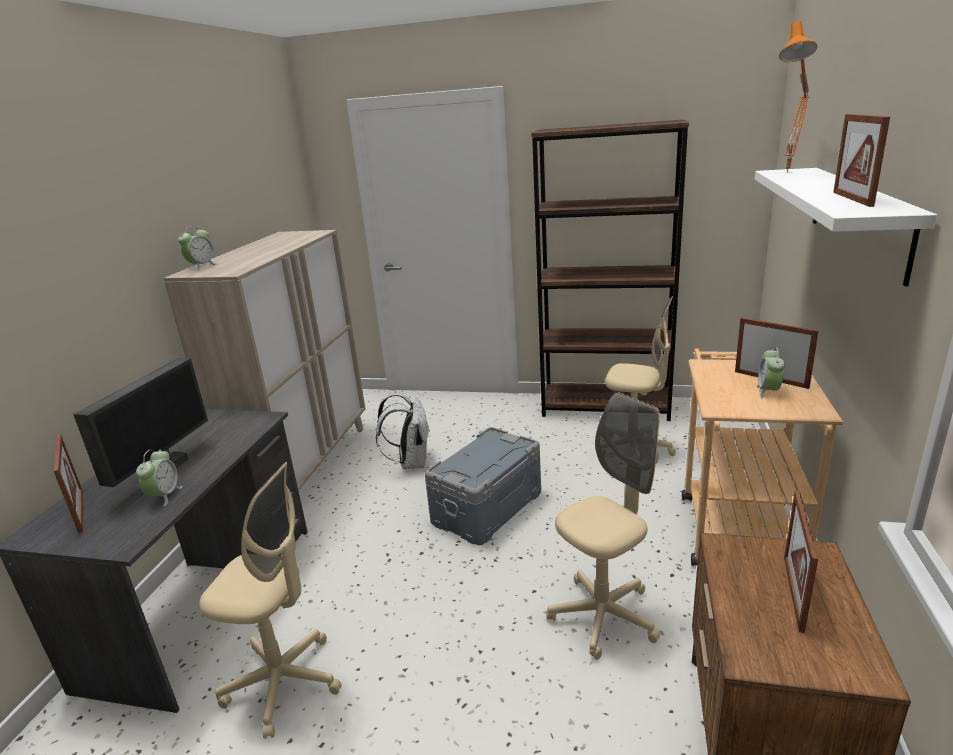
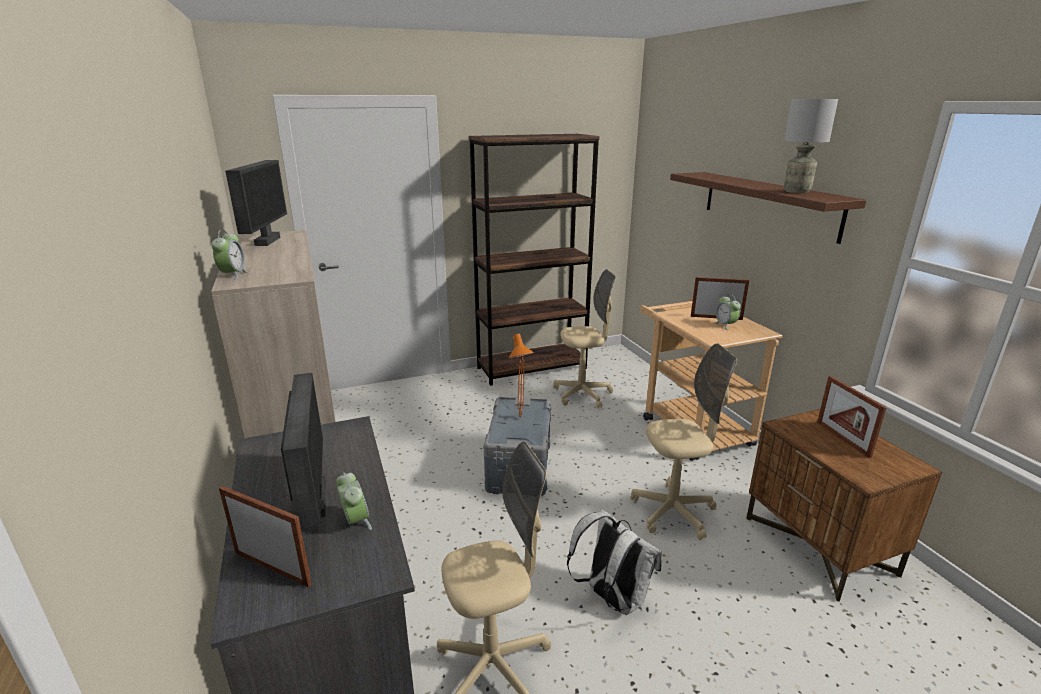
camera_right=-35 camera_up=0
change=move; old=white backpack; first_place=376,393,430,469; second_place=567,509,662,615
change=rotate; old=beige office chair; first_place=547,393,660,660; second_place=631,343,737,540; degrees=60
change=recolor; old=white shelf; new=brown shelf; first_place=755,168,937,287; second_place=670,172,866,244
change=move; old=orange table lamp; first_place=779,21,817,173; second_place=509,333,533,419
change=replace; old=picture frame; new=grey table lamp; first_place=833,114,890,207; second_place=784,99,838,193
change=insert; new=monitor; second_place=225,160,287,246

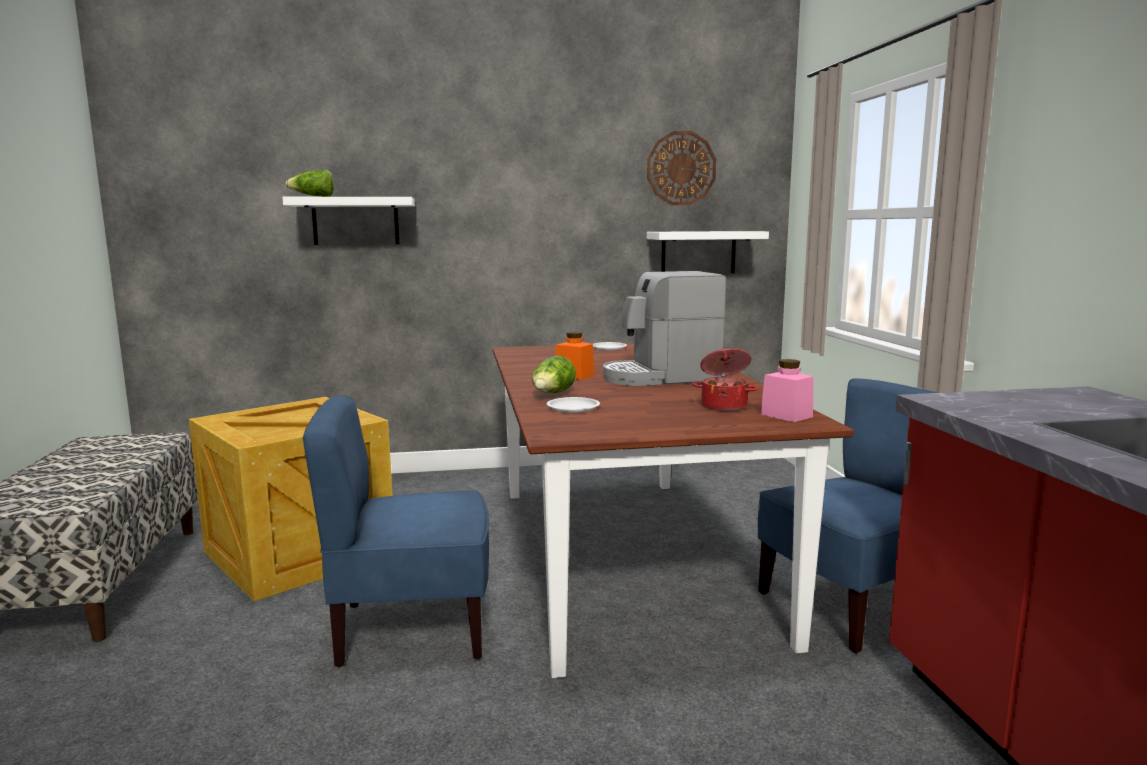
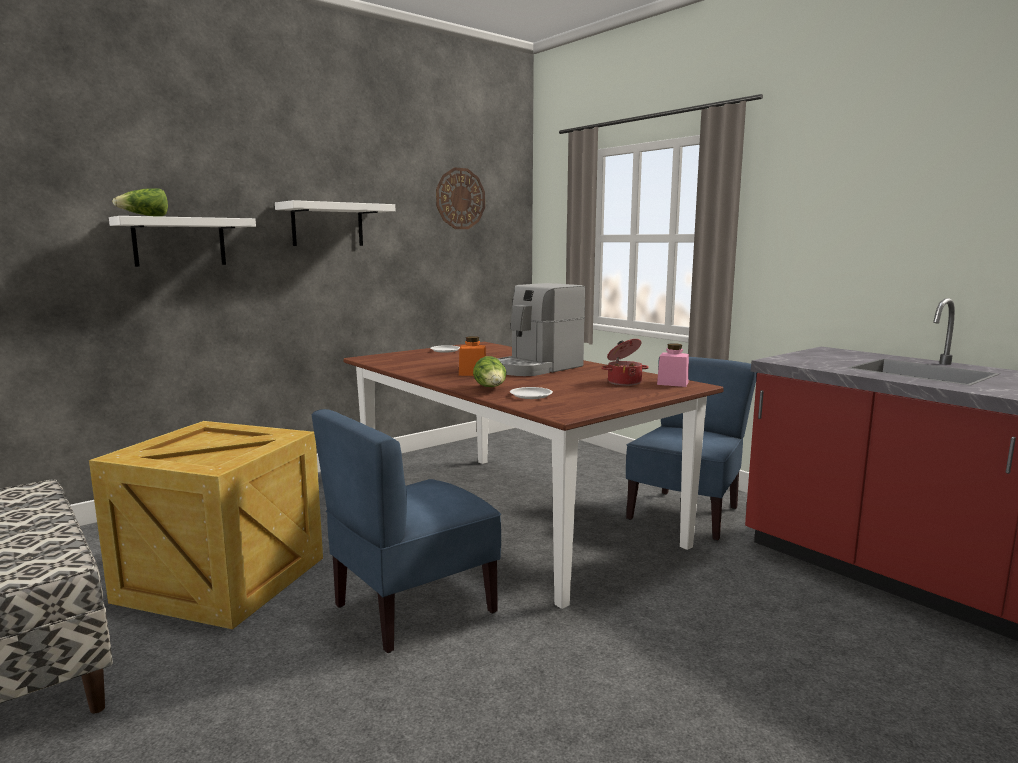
camera_right=-30 camera_up=0
change=move; old=white shelf; first_place=647,231,769,273; second_place=275,200,395,246

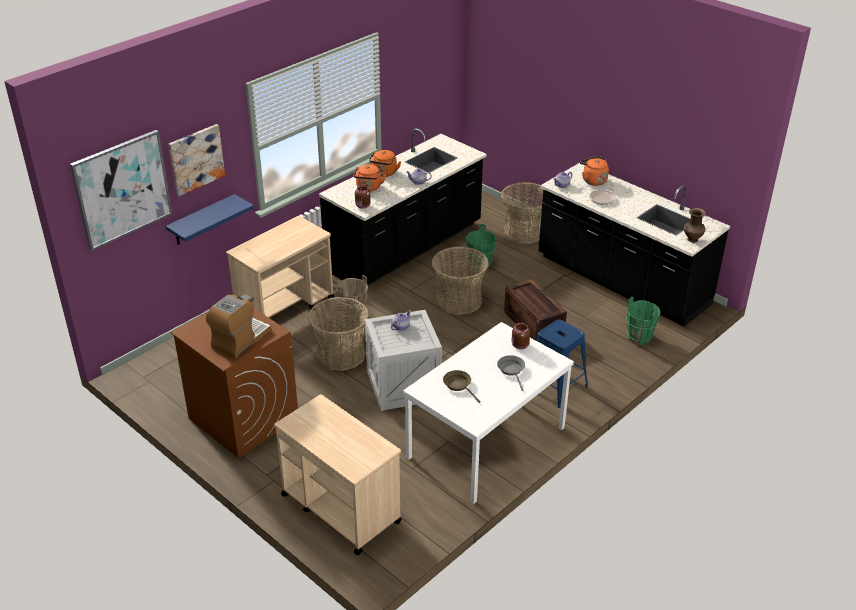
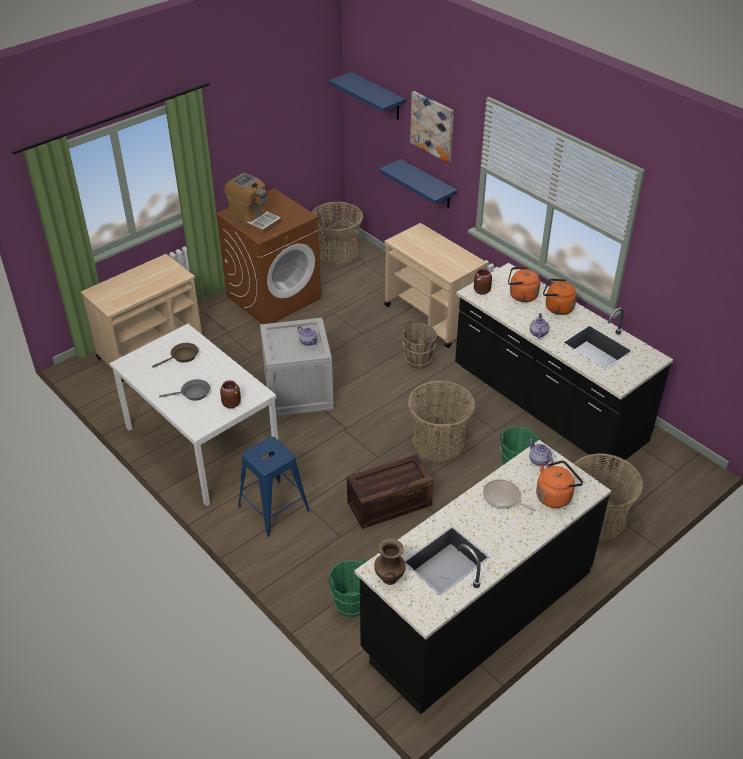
camera_right=95 camera_up=5
change=replace; old=picture; new=blue shelf; first_place=70,130,172,251; second_place=329,72,406,120
change=move; old=basket; first_place=308,297,369,371; second_place=312,202,363,266

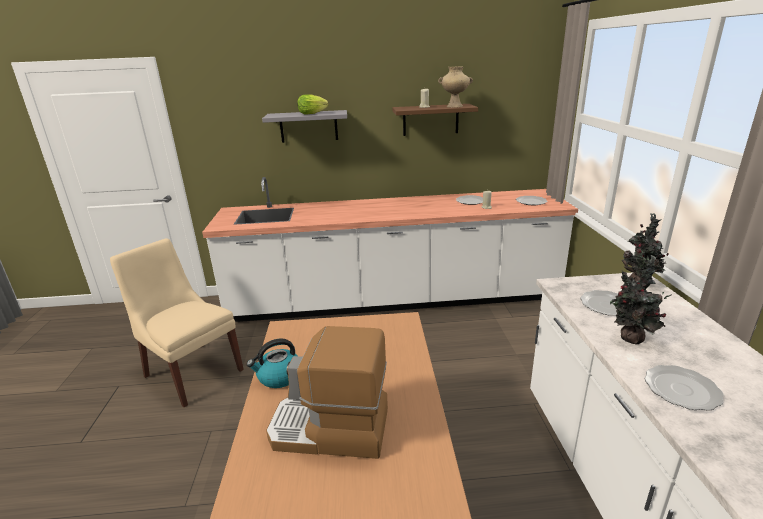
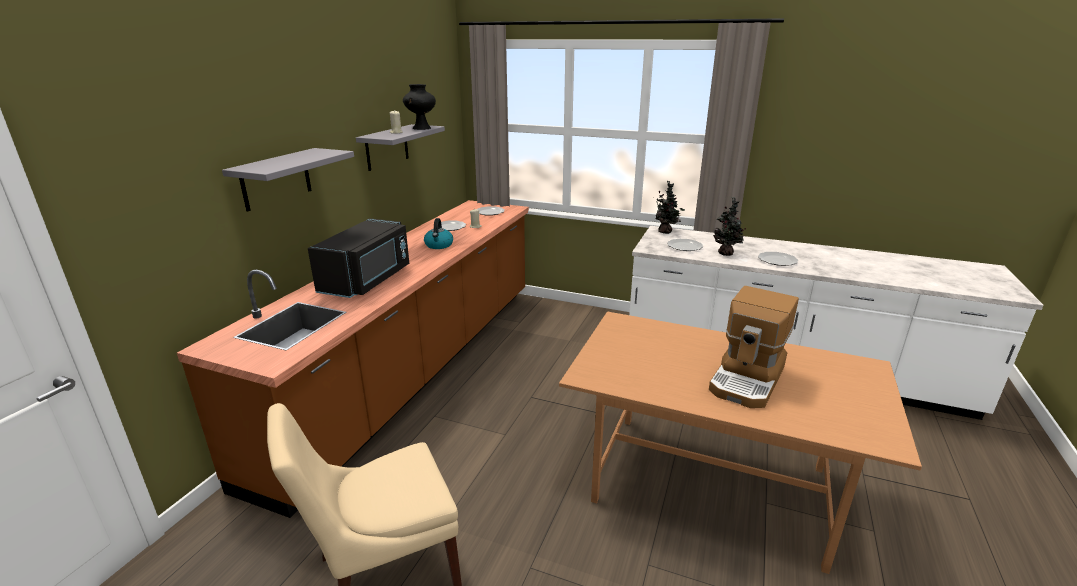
camera_right=-65 camera_up=0
change=recolor; old=white counter; new=brown counter; first_place=202,177,578,322; second_place=177,200,529,518
change=move; old=kettle; first_place=247,338,298,388; second_place=424,218,453,249
change=delete; old=lettuce; first_place=297,94,329,114
change=recolor; old=brown shelf; new=grey shelf; first_place=392,104,478,136; second_place=356,124,445,171
change=recolor; old=beige vase; new=black vase; first_place=438,67,473,108; second_place=403,84,436,130
change=insert; new=black microwave; second_place=308,218,409,298

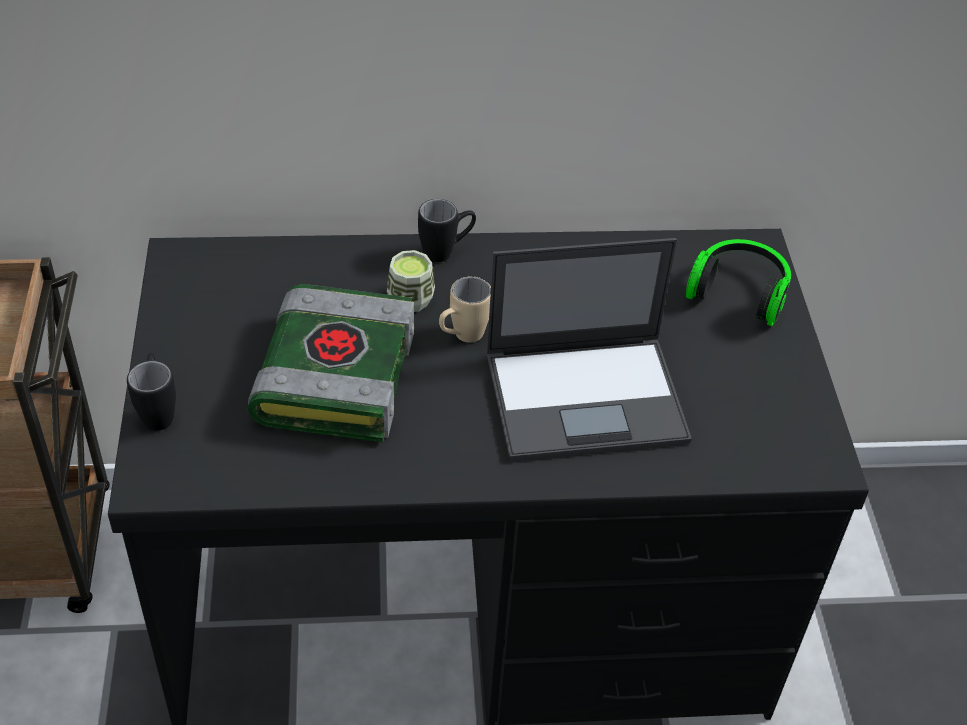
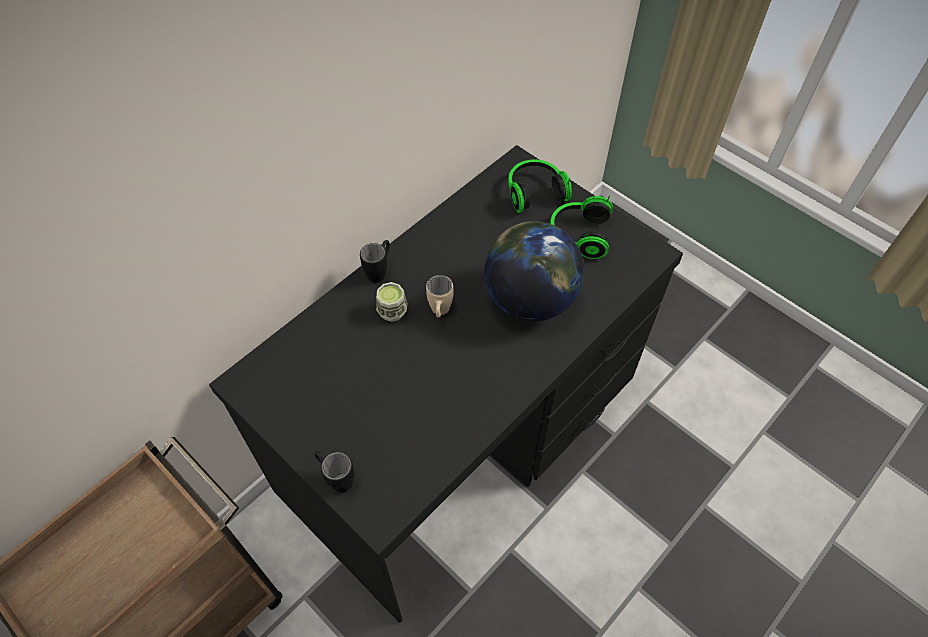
camera_right=-40 camera_up=10
change=delete; old=book; first_place=248,284,414,442
change=replace; old=laptop; new=globe; first_place=486,238,692,462; second_place=484,221,584,321
change=insert; new=headphones; second_place=550,195,613,259

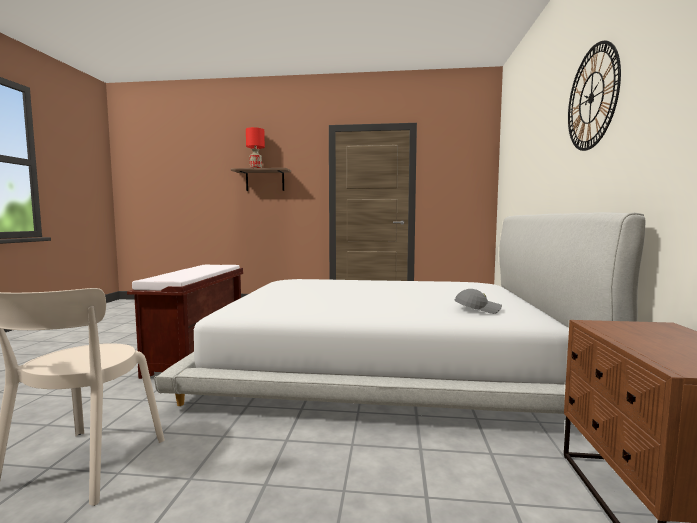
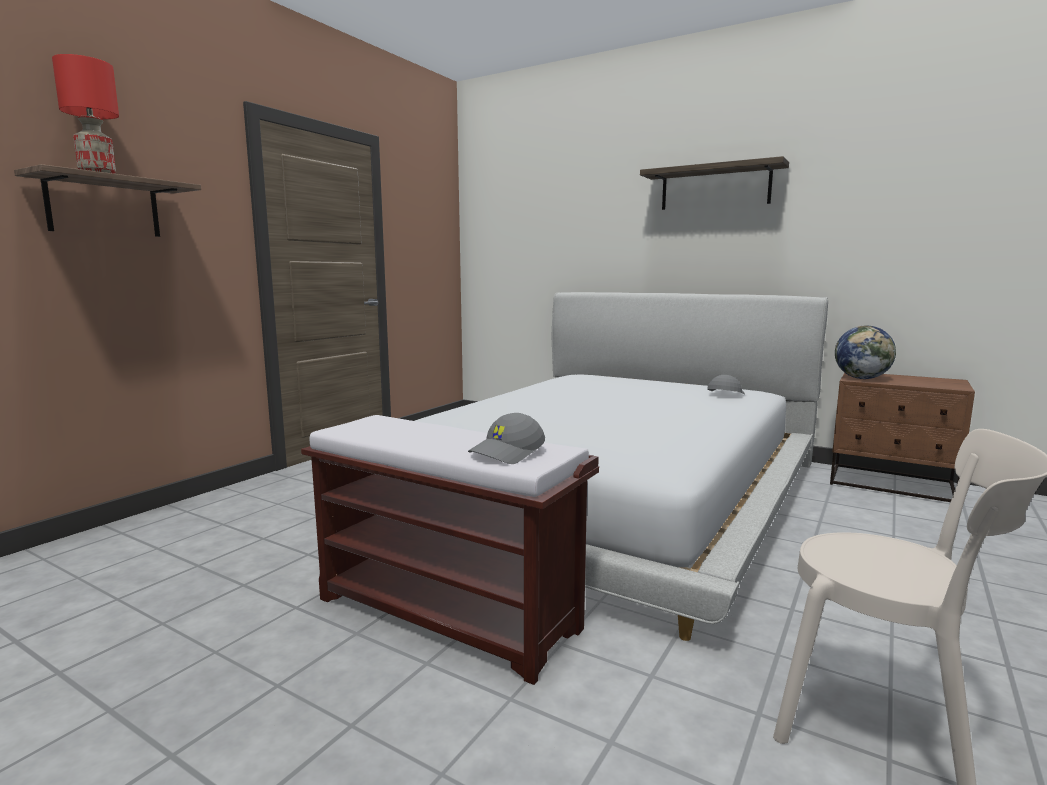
camera_right=-65 camera_up=5
change=replace; old=wall clock; new=shelf; first_place=568,41,621,151; second_place=640,156,789,210
change=insert; new=grey cap; second_place=468,413,545,464
change=insert; new=globe; second_place=835,325,896,379

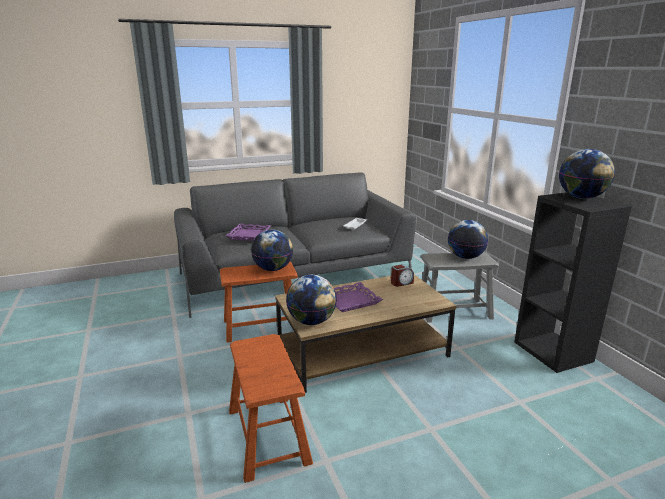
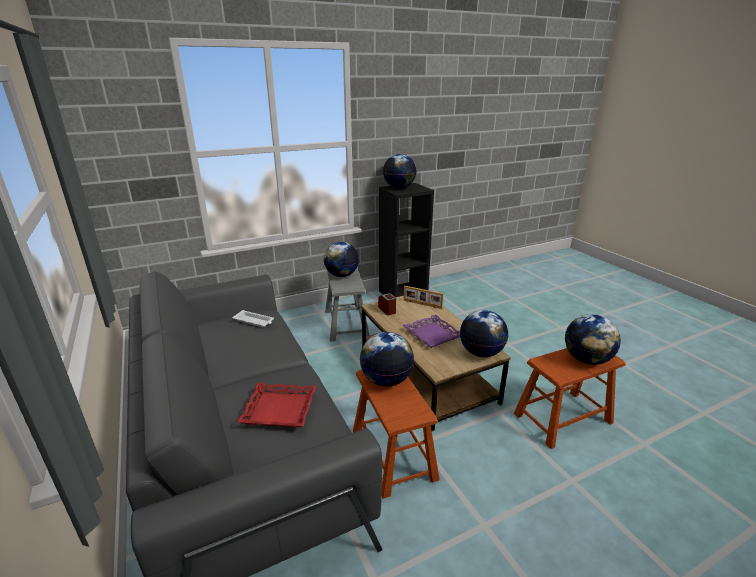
camera_right=-95 camera_up=5
change=recolor; old=purple tray; new=red tray; first_place=226,224,271,241; second_place=237,383,316,427
change=insert; new=picture frame; second_place=404,286,444,309
change=insert; new=globe; second_place=565,314,621,365

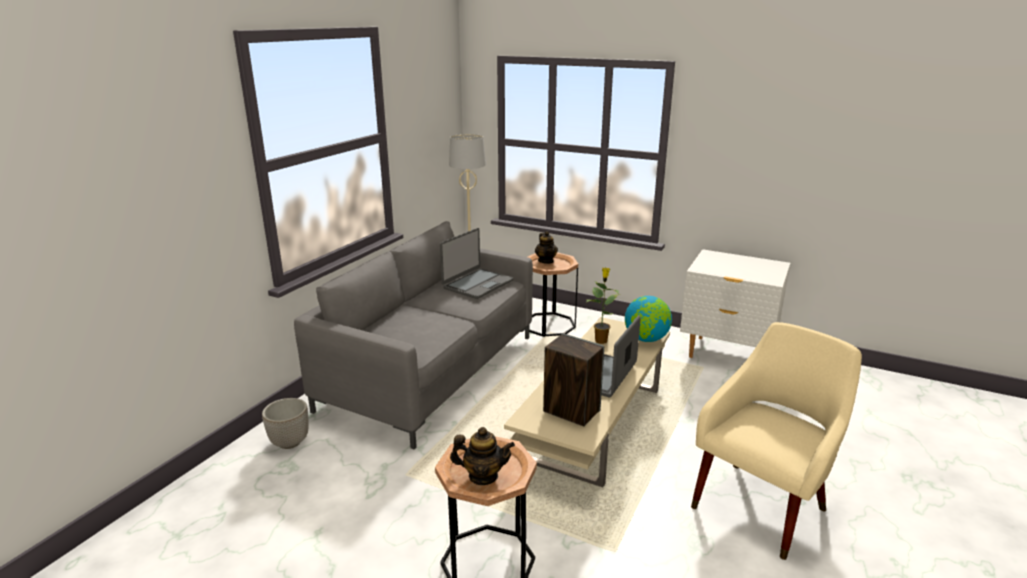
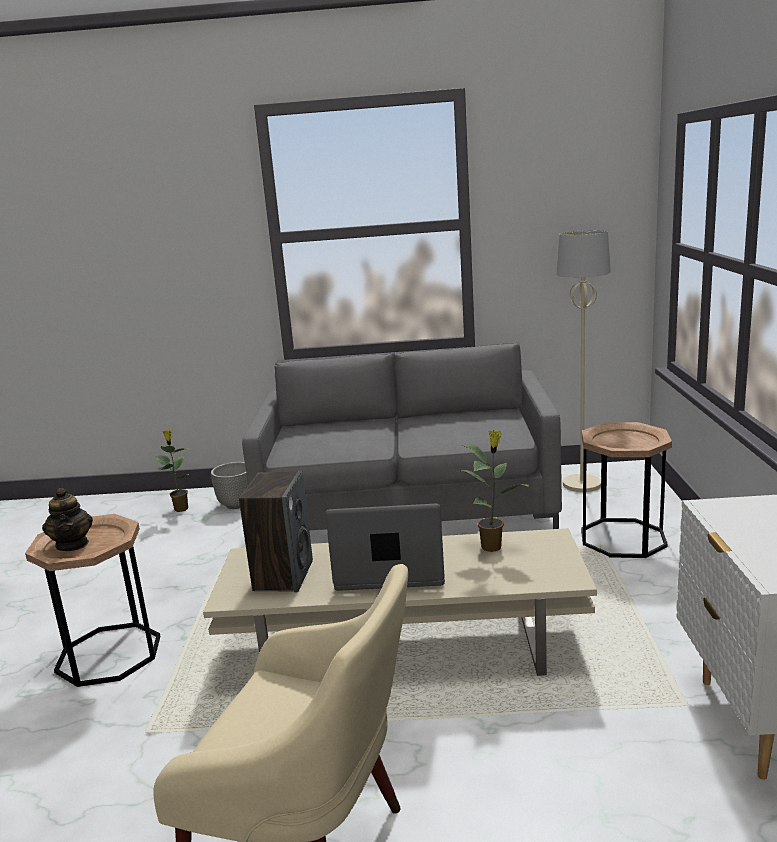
camera_right=65 camera_up=-5
change=delete; old=laptop; first_place=440,228,513,299
change=delete; old=teapot; first_place=535,231,558,264
change=delete; old=globe; first_place=625,296,672,342
change=insert; new=potted plant; second_place=156,430,191,512

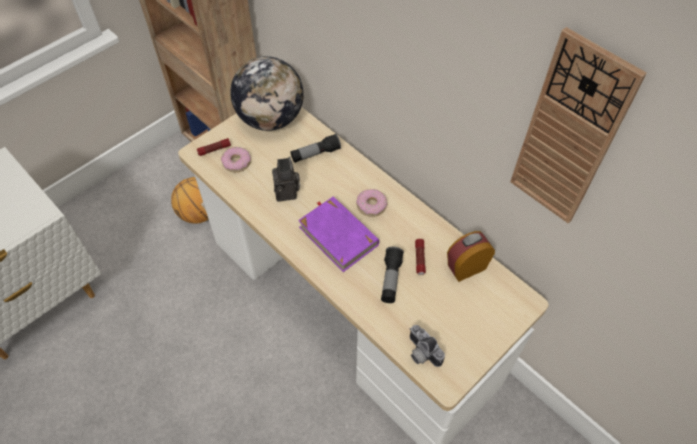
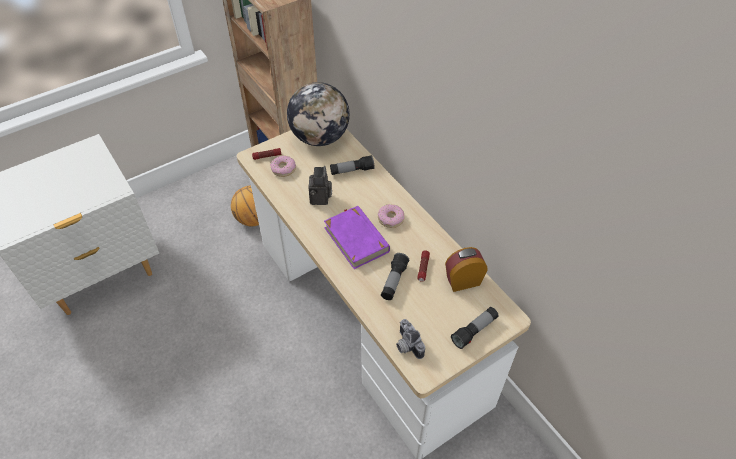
camera_right=10 camera_up=-5
change=delete; old=wall clock; first_place=510,27,647,223
change=insert; new=flashlight; second_place=451,307,499,349

